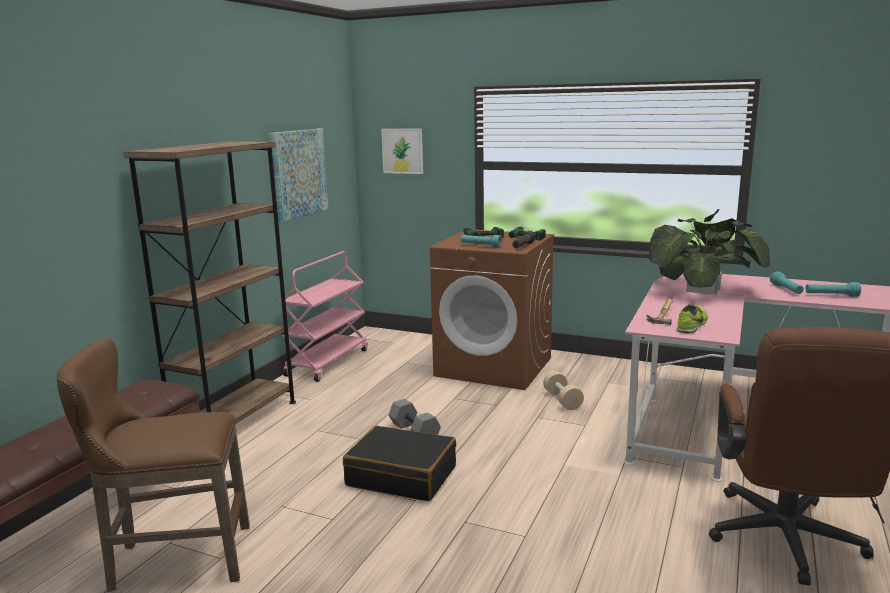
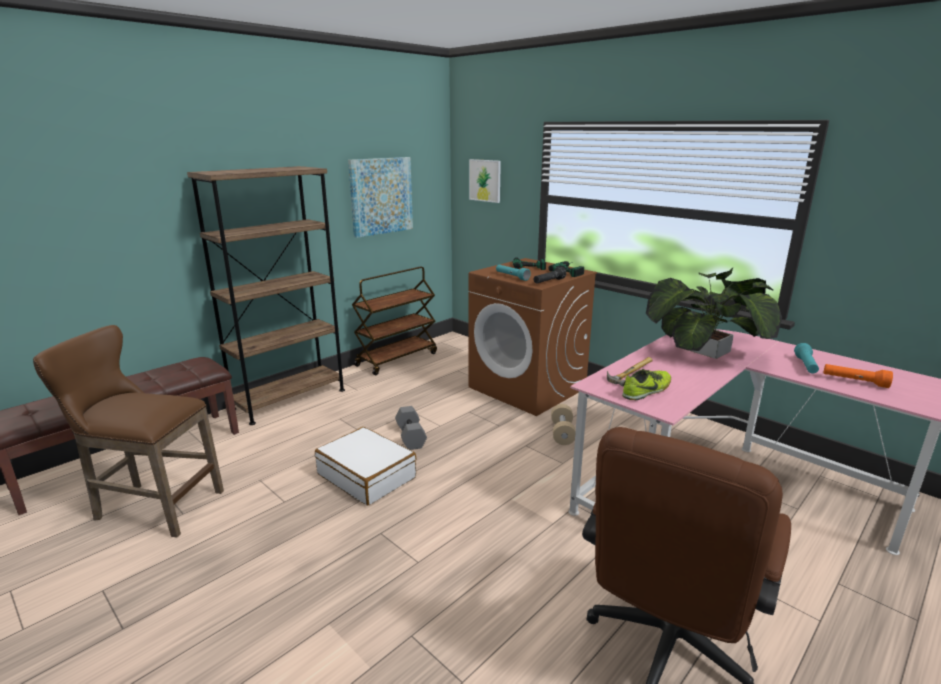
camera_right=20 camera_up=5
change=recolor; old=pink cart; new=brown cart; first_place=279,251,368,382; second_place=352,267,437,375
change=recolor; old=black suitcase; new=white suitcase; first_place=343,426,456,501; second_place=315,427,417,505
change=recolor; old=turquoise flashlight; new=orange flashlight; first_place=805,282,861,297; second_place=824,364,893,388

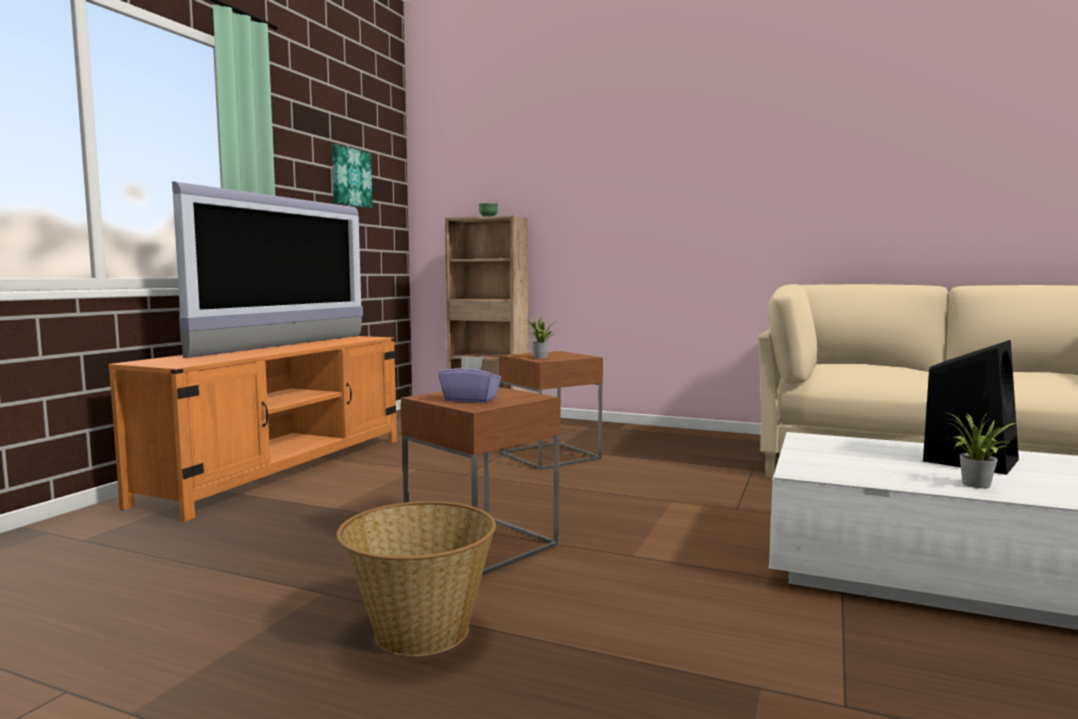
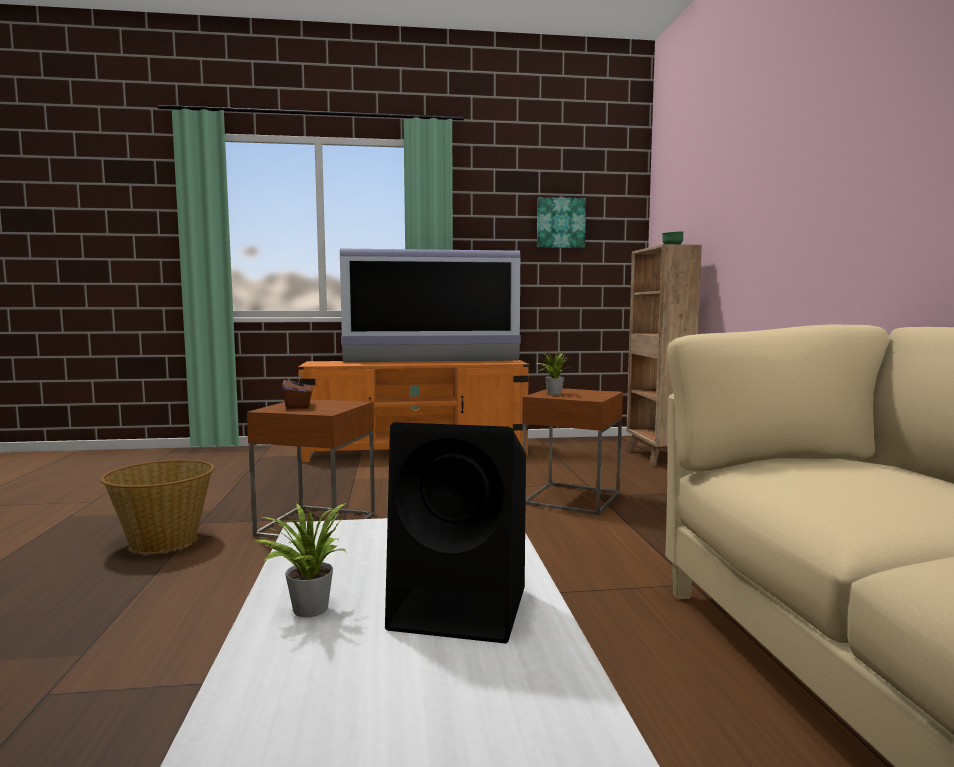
camera_right=60 camera_up=0
change=recolor; old=purple tissue box; new=brown tissue box; first_place=438,356,501,403; second_place=282,372,313,409

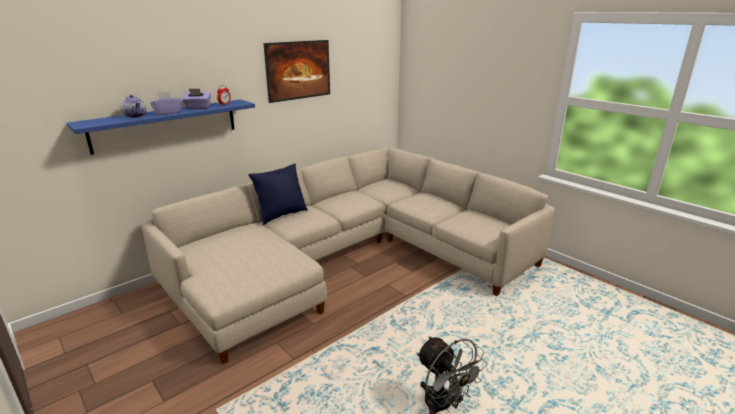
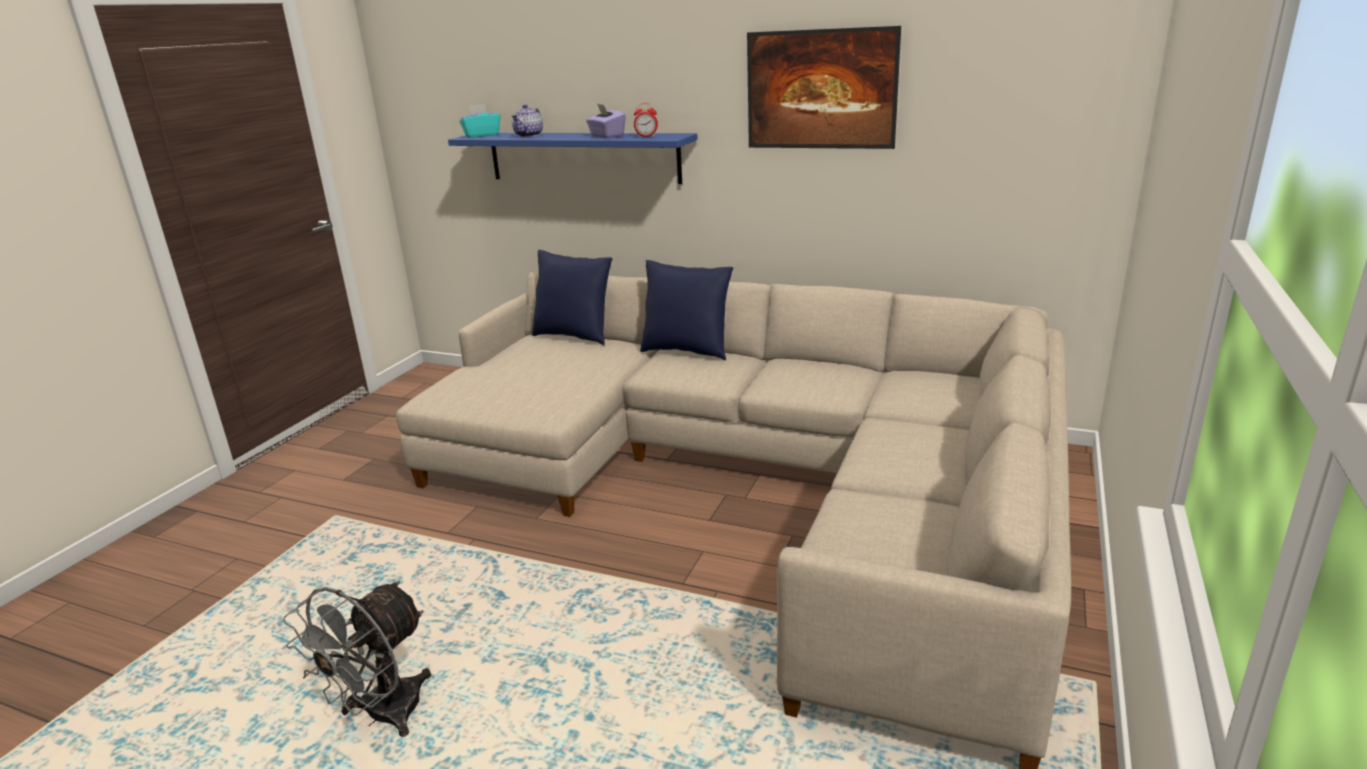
camera_right=65 camera_up=0
change=delete; old=purple tissue box; first_place=150,91,182,115
change=insert; new=turquoise tissue box; second_place=460,104,501,138
change=insert; new=blue pillow; second_place=532,250,613,345

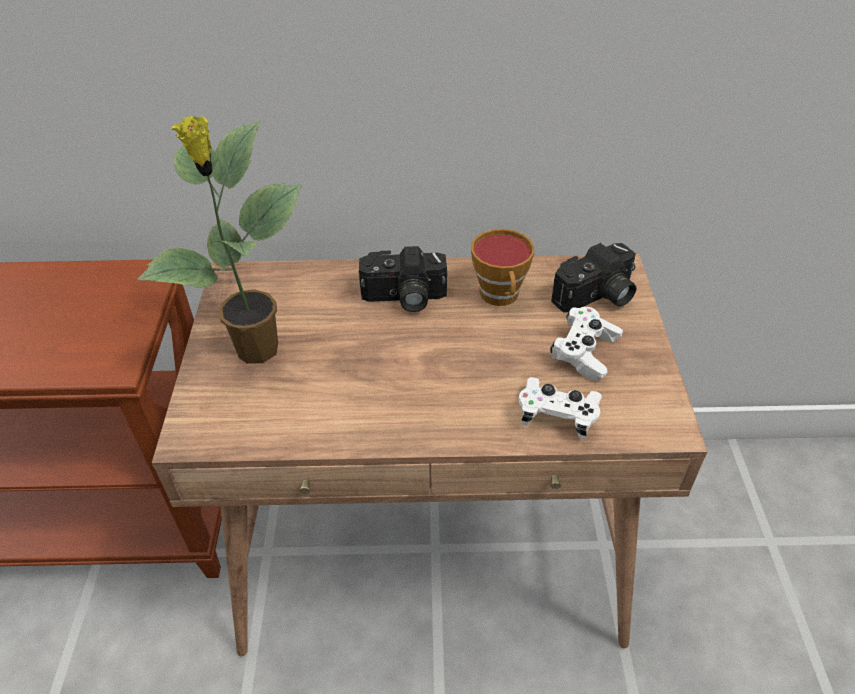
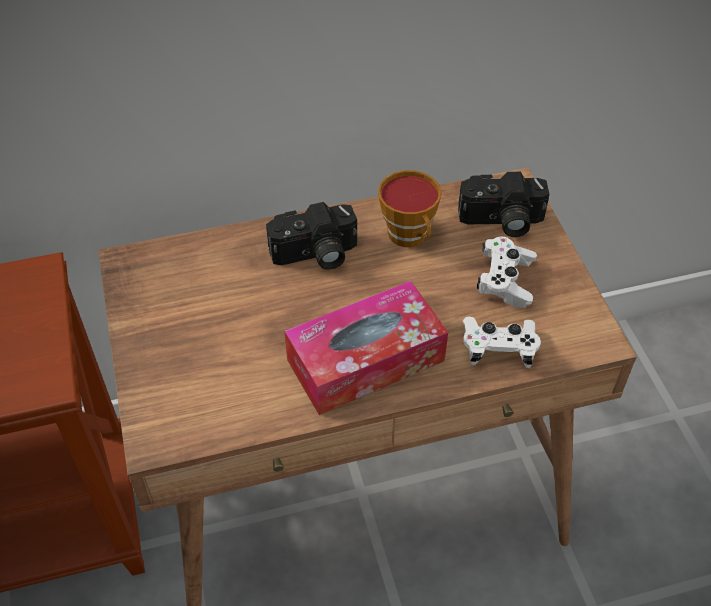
camera_right=-15 camera_up=5
change=delete; old=potted plant; first_place=137,116,302,364
change=rotate; old=photo camera; first_place=551,243,636,313; second_place=458,172,549,237; degrees=45
change=insert; new=tissue box; second_place=284,281,448,415

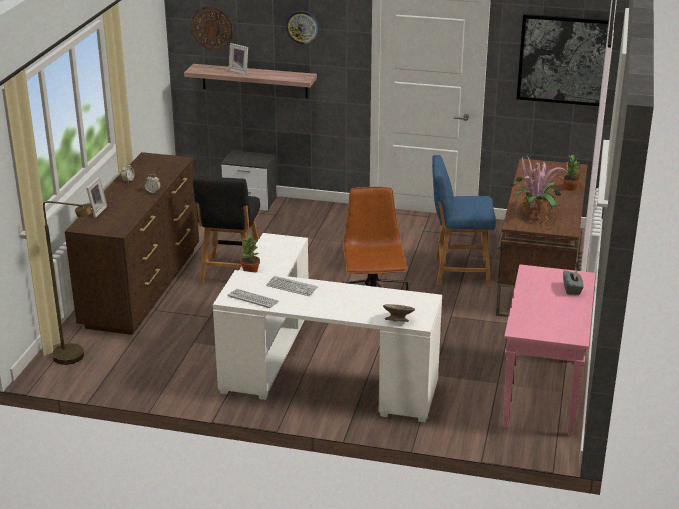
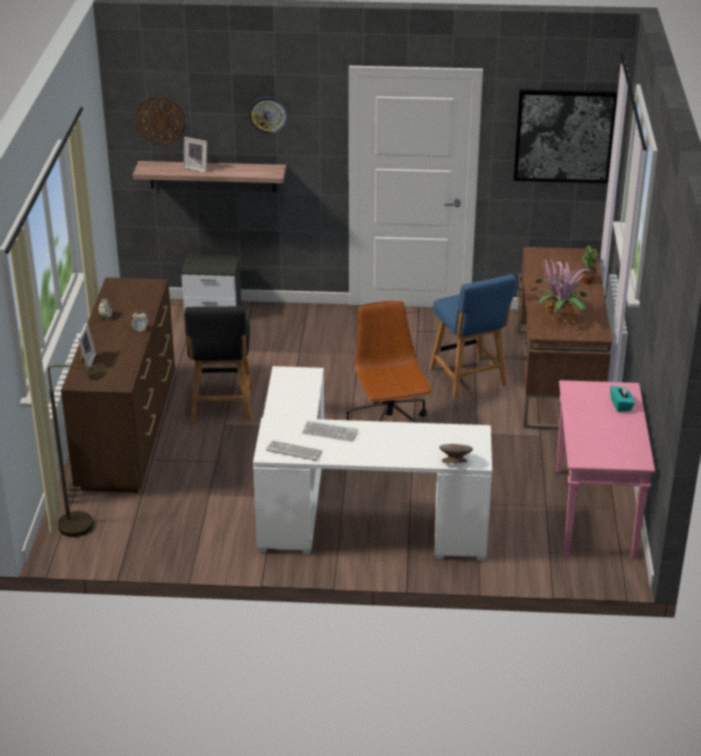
camera_right=-10 camera_up=5
change=delete; old=potted plant; first_place=240,233,260,273
change=rotate; old=blue chair; first_place=432,155,496,286; second_place=429,274,516,398; degrees=-105
change=recolor; old=grey tissue box; new=turquoise tissue box; first_place=563,269,584,295; second_place=610,385,635,412

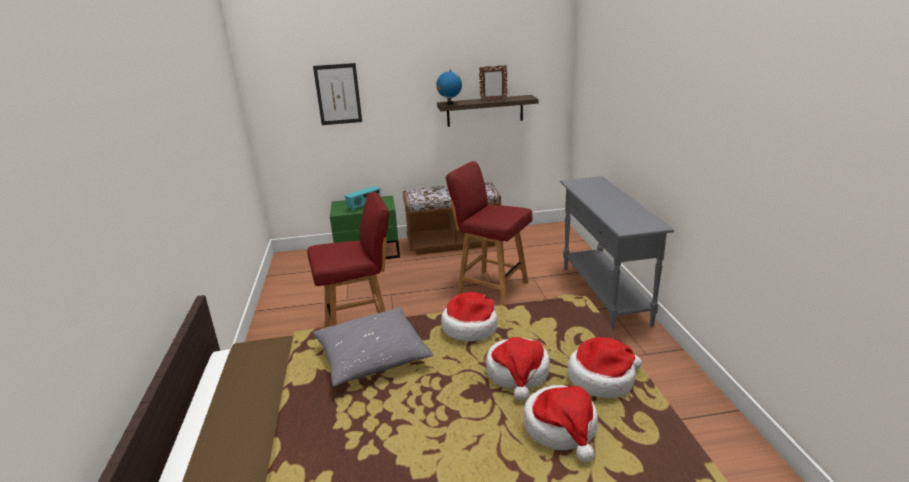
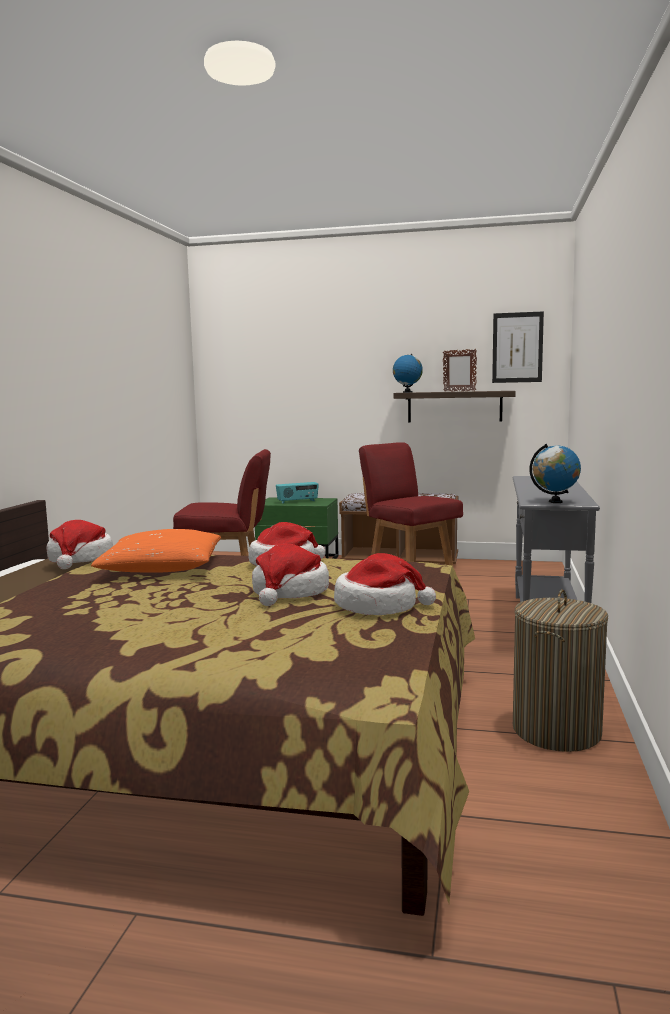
camera_right=20 camera_up=-15
change=move; old=picture; first_place=313,63,362,125; second_place=492,311,544,383
change=recolor; old=grey pillow; new=orange pillow; first_place=313,307,433,386; second_place=91,529,221,573
change=move; old=hat; first_place=524,385,598,463; second_place=46,520,113,569
change=insert; new=laundry basket; second_place=513,589,608,752
change=insert; new=globe; second_place=529,444,581,503

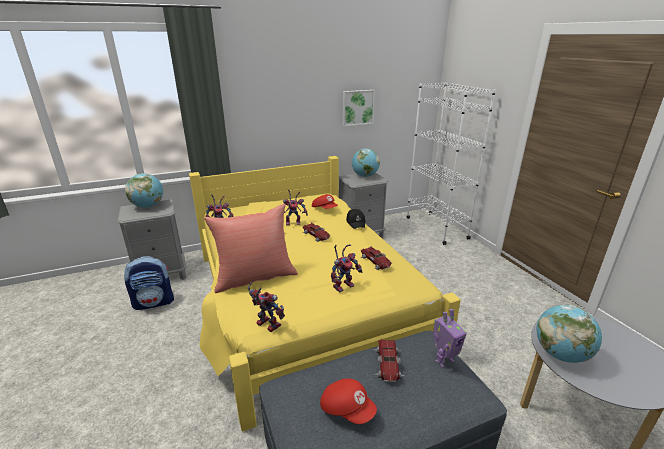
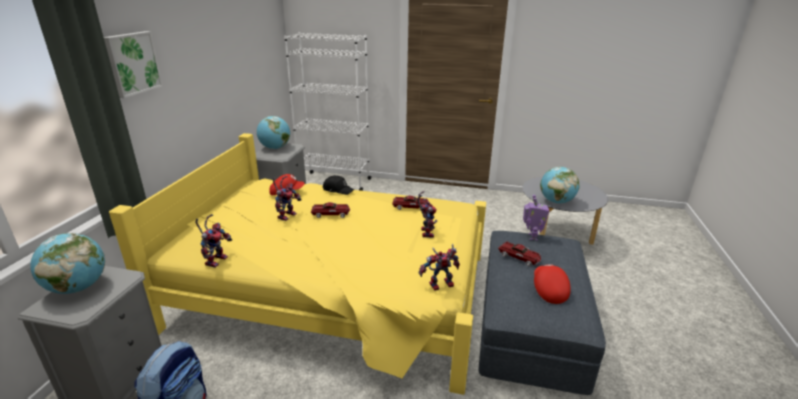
camera_right=-55 camera_up=0
change=delete; old=red pillow; first_place=204,204,298,293
change=rotate; old=red cap; first_place=320,378,377,424; second_place=534,264,571,304; degrees=-75
change=move; old=picture; first_place=343,90,375,126; second_place=104,31,163,98

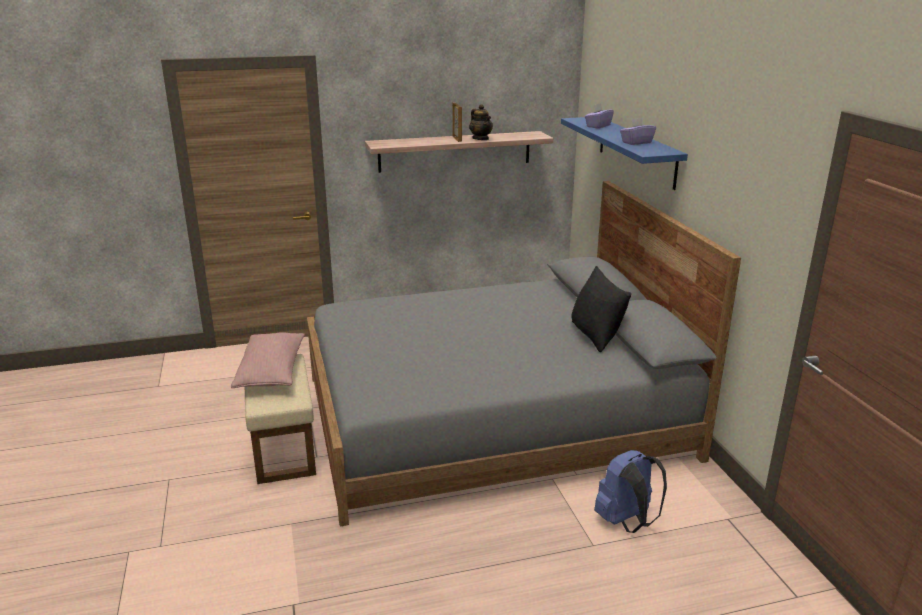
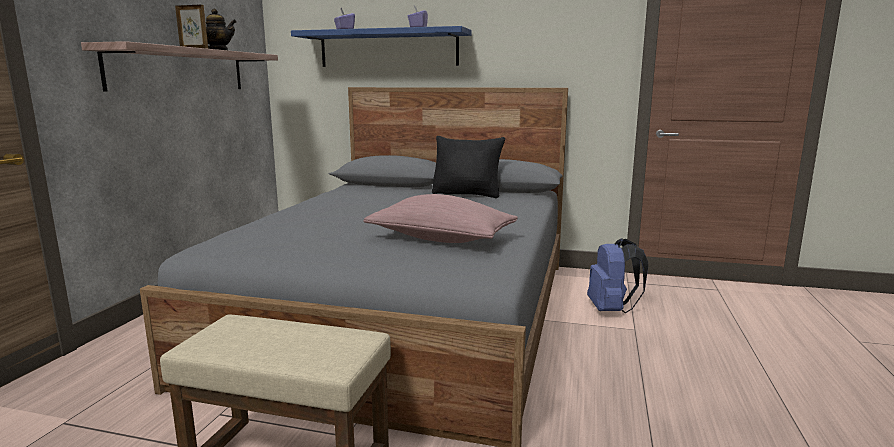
camera_right=-60 camera_up=-10
change=move; old=pink pillow; first_place=231,332,305,388; second_place=363,194,518,243

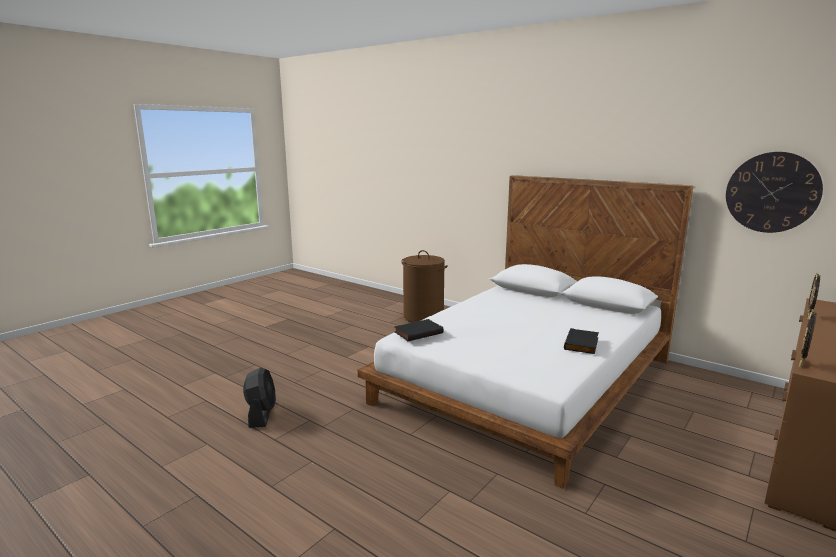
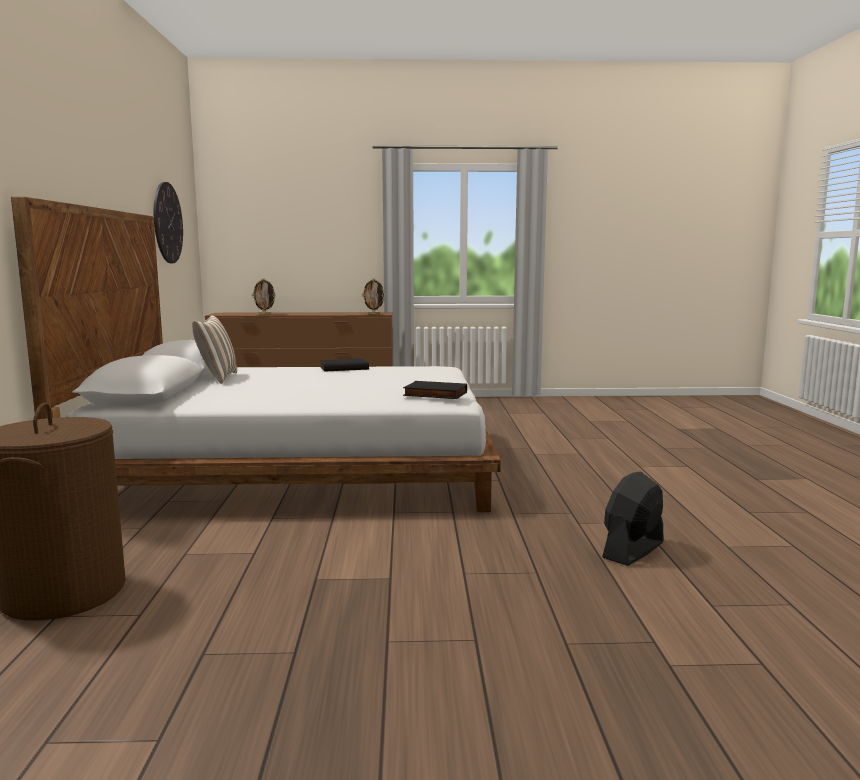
camera_right=-130 camera_up=-5
change=insert; new=pillow; second_place=192,315,237,384

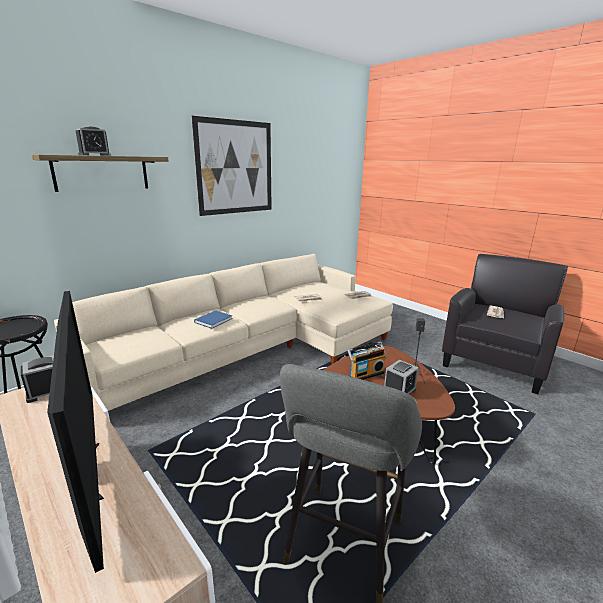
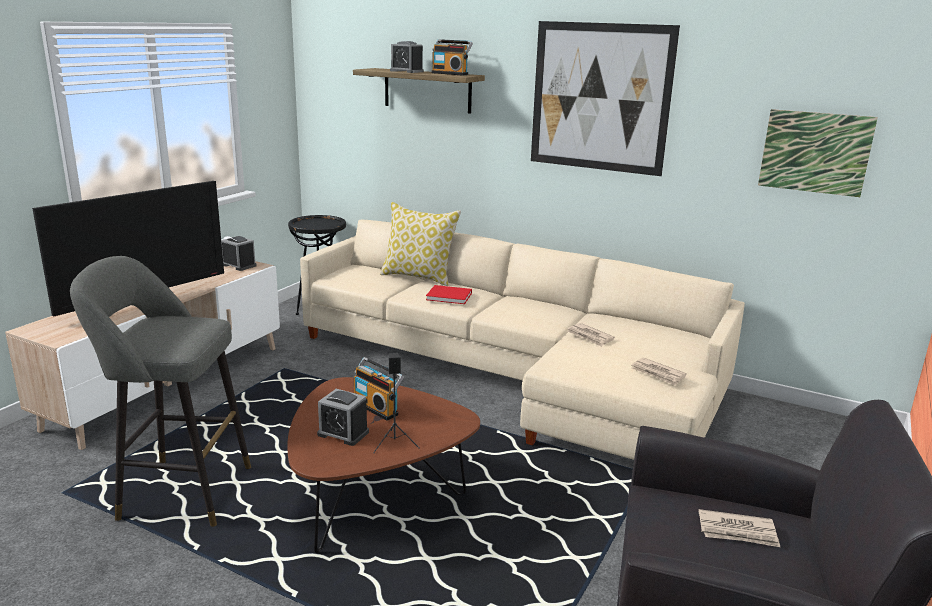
camera_right=70 camera_up=0
change=recolor; old=blue book; new=red book; first_place=194,310,233,329; second_place=426,285,472,304
change=insert; new=pillow; second_place=380,202,461,286
change=insert; new=radio; second_place=431,39,473,75
change=insert; new=picture; second_place=758,109,878,197

